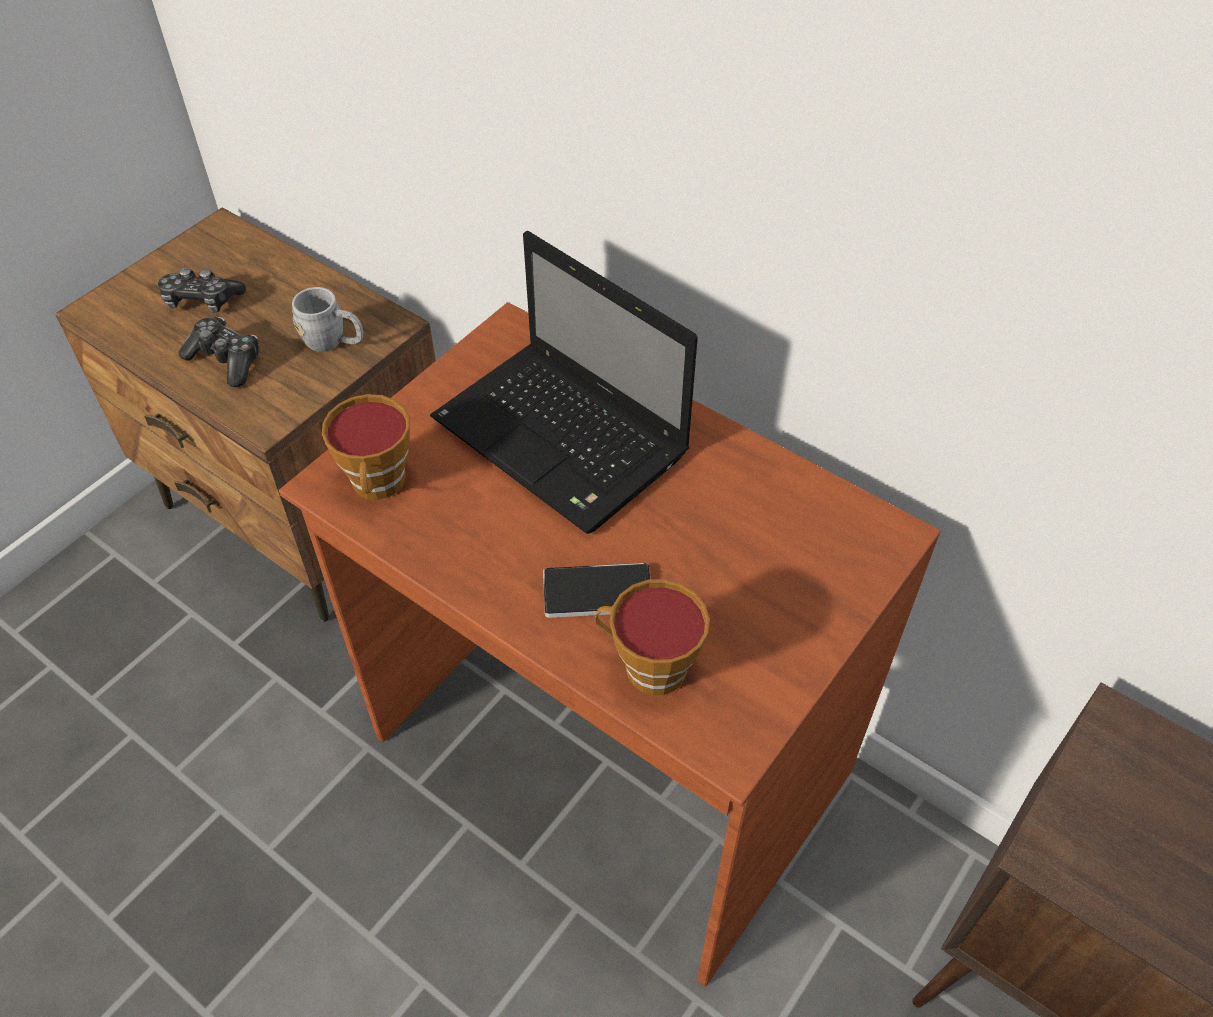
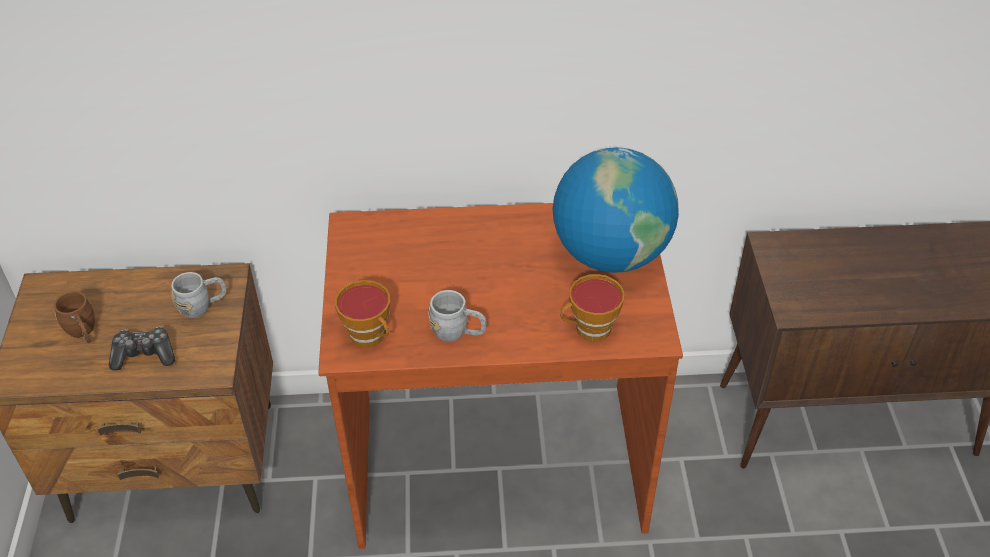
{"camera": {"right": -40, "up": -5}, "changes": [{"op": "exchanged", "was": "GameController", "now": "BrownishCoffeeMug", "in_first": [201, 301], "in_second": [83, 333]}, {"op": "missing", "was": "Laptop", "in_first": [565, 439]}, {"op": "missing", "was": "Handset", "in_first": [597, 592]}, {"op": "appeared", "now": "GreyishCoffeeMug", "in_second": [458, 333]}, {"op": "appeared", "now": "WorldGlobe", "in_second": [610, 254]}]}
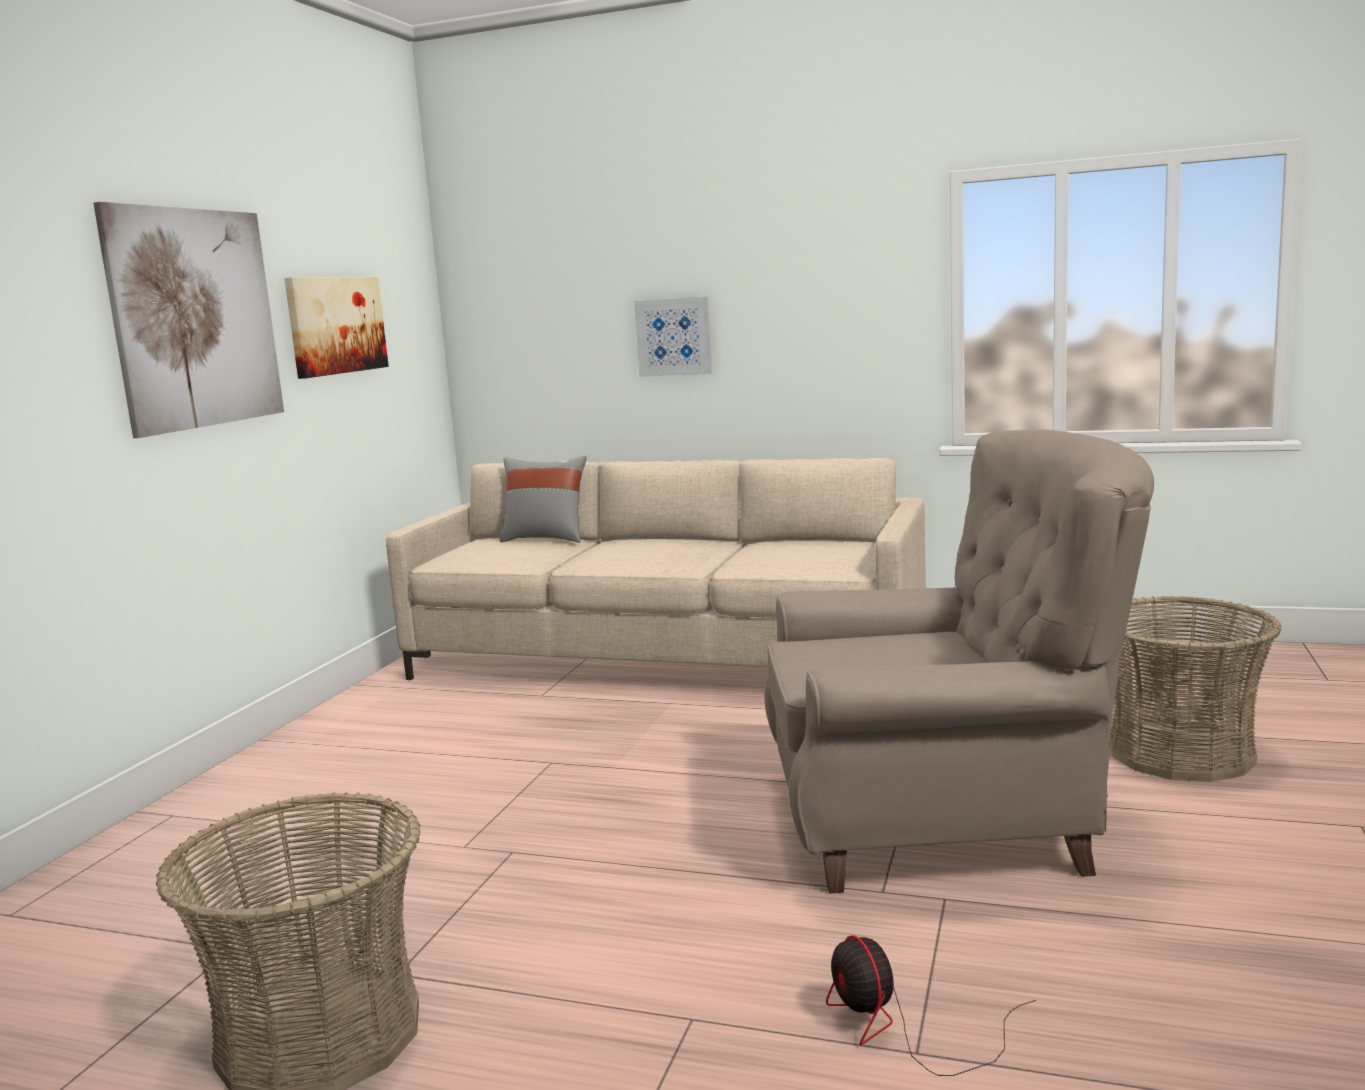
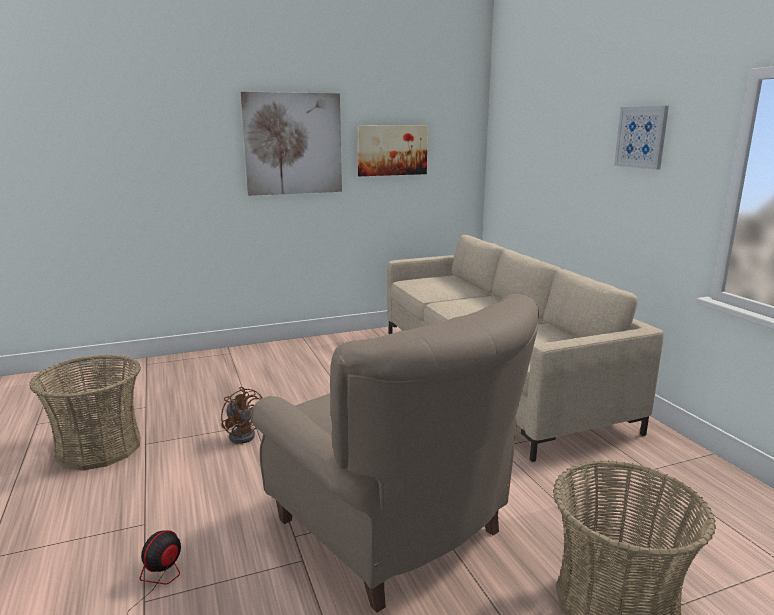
{"camera": {"right": 50, "up": 5}, "changes": [{"op": "missing", "was": "GreyishCushion", "in_first": [546, 539]}, {"op": "relocated", "was": "WallPicture", "in_first": [673, 337], "in_second": [641, 137]}, {"op": "appeared", "now": "BrownishCoolingFan", "in_second": [244, 434]}]}
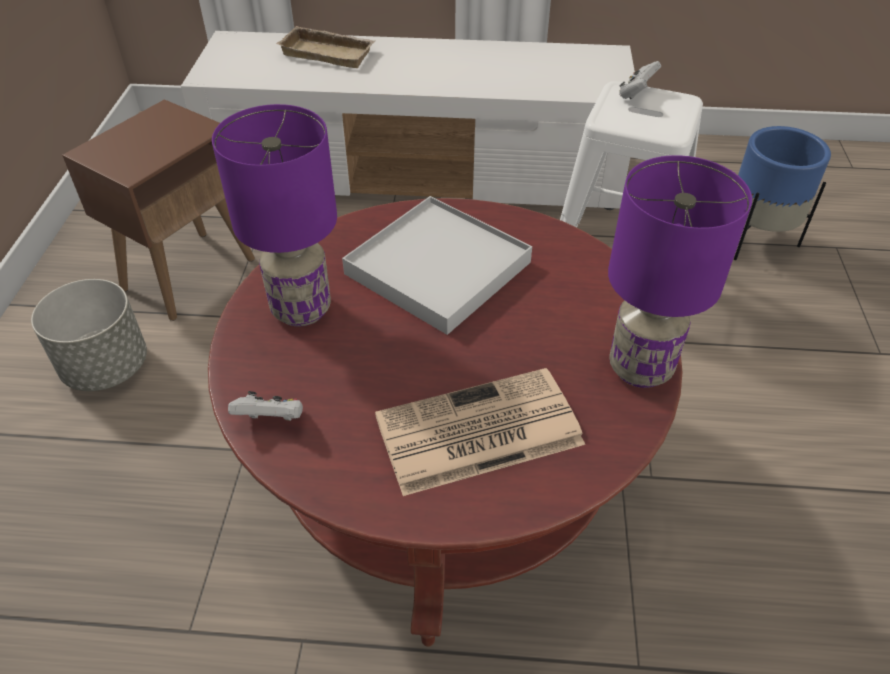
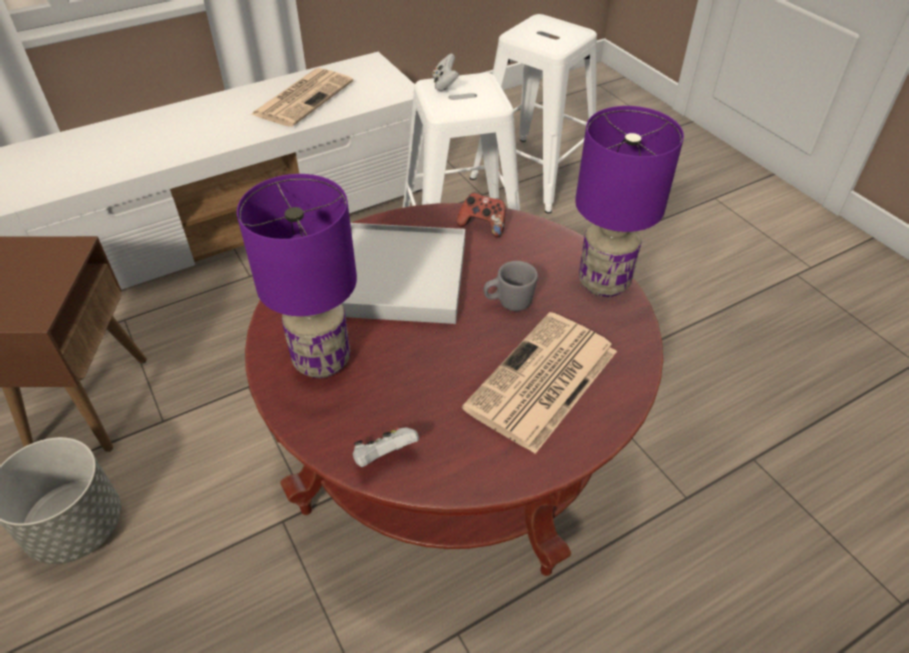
{"camera": {"right": -35, "up": 0}, "changes": [{"op": "missing", "was": "SandColouredServingTray", "in_first": [329, 52]}, {"op": "exchanged", "was": "BluePlanter", "now": "WhiteSittingStool", "in_first": [756, 240], "in_second": [536, 173]}, {"op": "appeared", "now": "PrintedPaper", "in_second": [303, 97]}, {"op": "appeared", "now": "GameController", "in_second": [483, 225]}, {"op": "appeared", "now": "GreyishCoffeeMug", "in_second": [508, 303]}]}
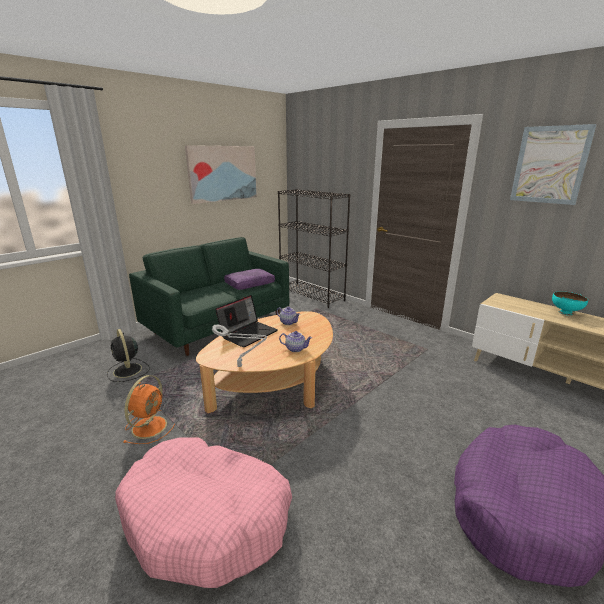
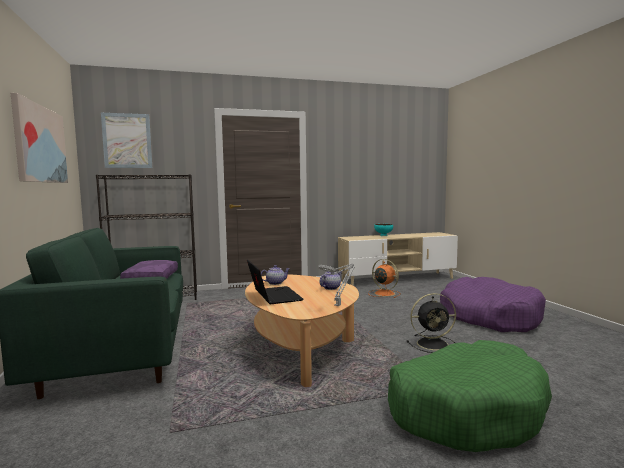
{"camera": {"right": -60, "up": -15}, "changes": [{"op": "relocated", "was": "BlackColouredCoolingFan", "in_first": [128, 371], "in_second": [434, 344]}, {"op": "colour", "was": "PinkishDogCushion", "now": "GreenishDogCushion", "in_first": [207, 518], "in_second": [465, 409]}, {"op": "relocated", "was": "OrangeColouredCoolingFan", "in_first": [150, 426], "in_second": [383, 293]}, {"op": "relocated", "was": "WallPicture", "in_first": [550, 165], "in_second": [127, 141]}]}
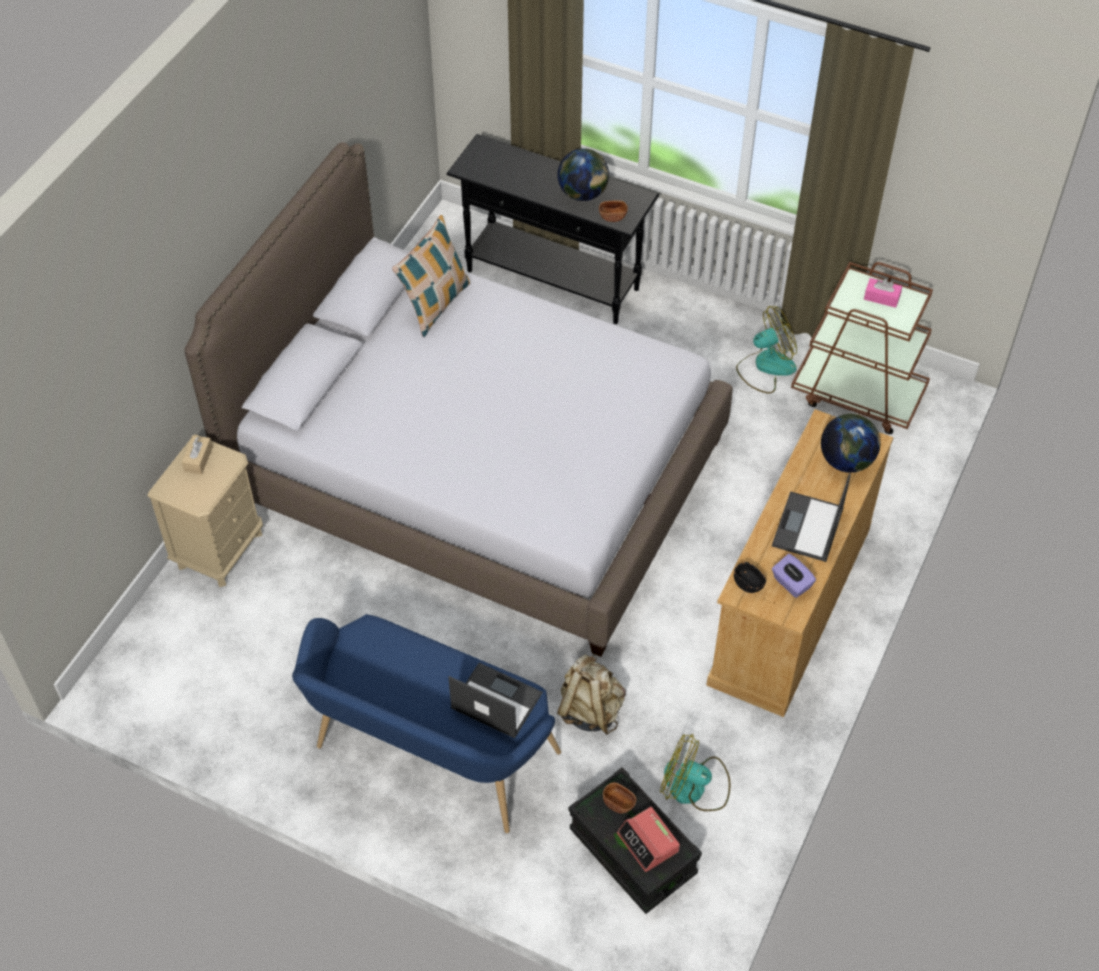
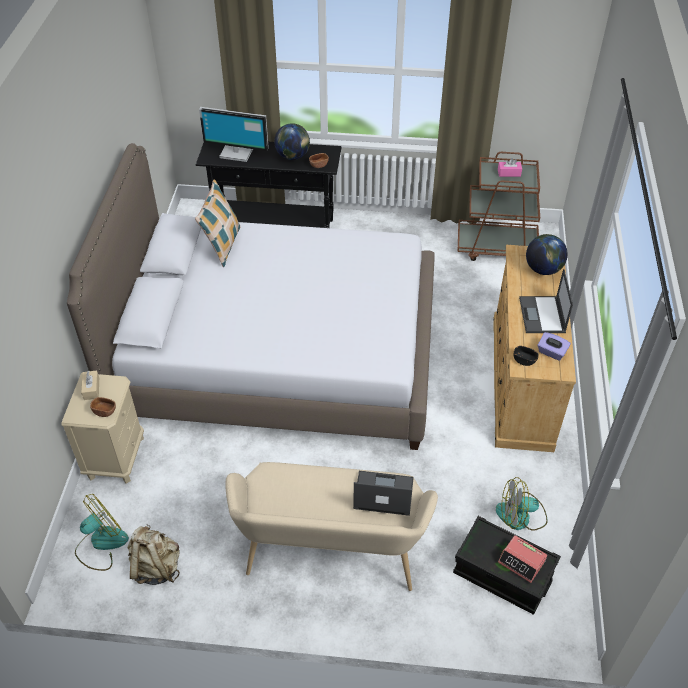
{"camera": {"right": -20, "up": -5}, "changes": [{"op": "colour", "was": "BlueIndoorBench", "now": "SandColouredIndoorBench", "in_first": [429, 756], "in_second": [331, 555]}, {"op": "relocated", "was": "SandColouredKnapsack", "in_first": [590, 710], "in_second": [156, 567]}, {"op": "relocated", "was": "BrownishServingBowl", "in_first": [619, 803], "in_second": [104, 411]}, {"op": "relocated", "was": "CoolingFan", "in_first": [765, 367], "in_second": [101, 544]}, {"op": "appeared", "now": "ComputerScreen", "in_second": [236, 153]}]}
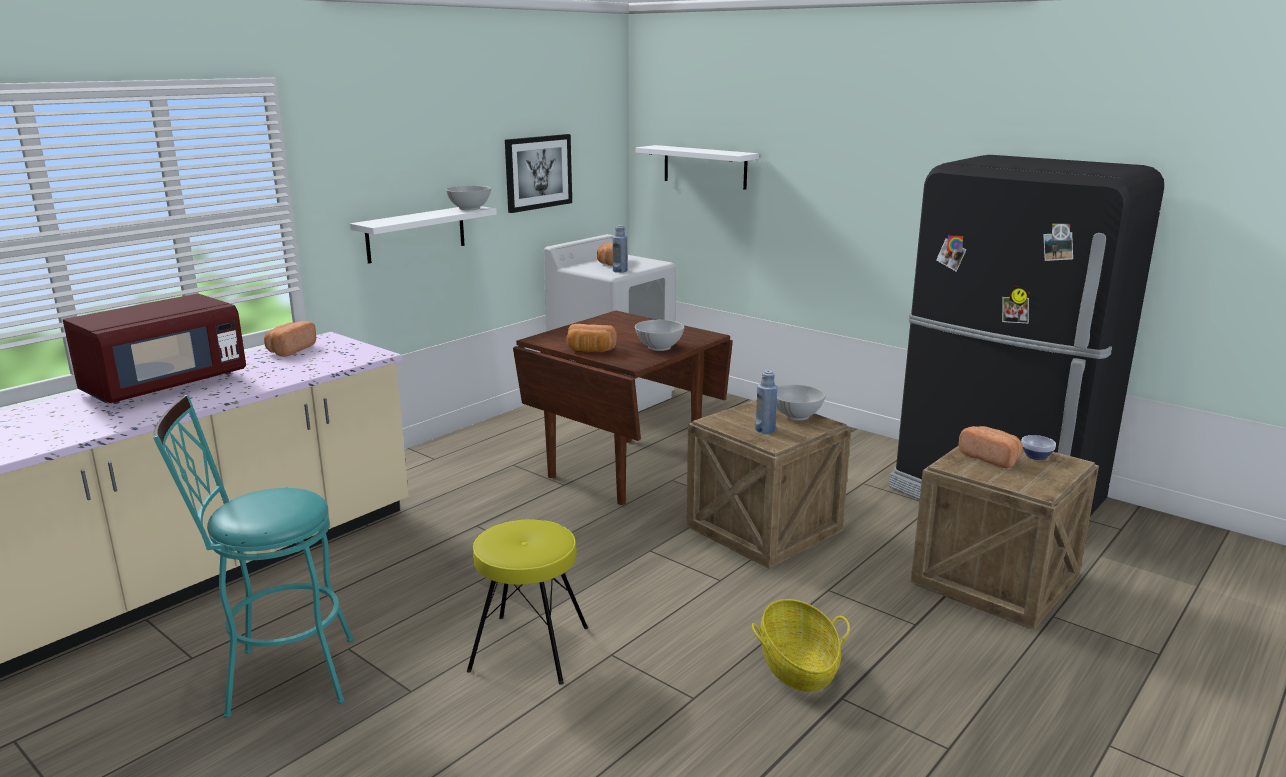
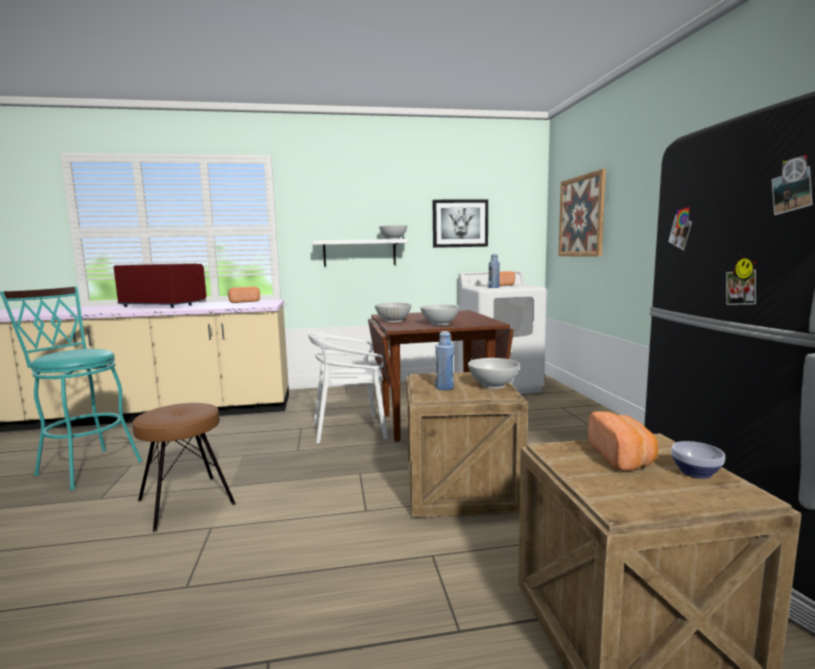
{"camera": {"right": 40, "up": -10}, "changes": [{"op": "spun", "was": "ReddishKitchenMicrowave", "in_first": [165, 385], "in_second": [162, 305], "clockwise": -150}, {"op": "colour", "was": "YellowishSittingStool", "now": "BrownishSittingStool", "in_first": [529, 648], "in_second": [186, 501]}, {"op": "exchanged", "was": "Bread", "now": "WhiteServingBowl", "in_first": [590, 350], "in_second": [393, 321]}, {"op": "exchanged", "was": "WhiteShelf", "now": "WallPicture", "in_first": [705, 167], "in_second": [581, 216]}, {"op": "missing", "was": "StorageBasket", "in_first": [797, 666]}, {"op": "appeared", "now": "WhiteUprightChair", "in_second": [350, 430]}]}
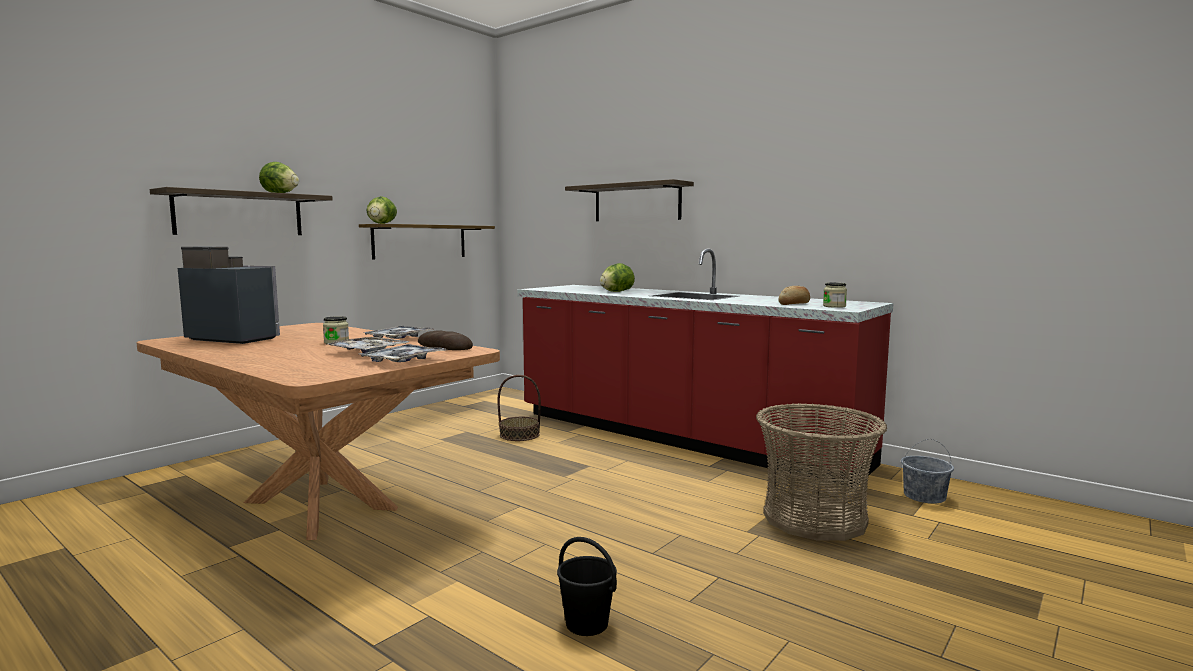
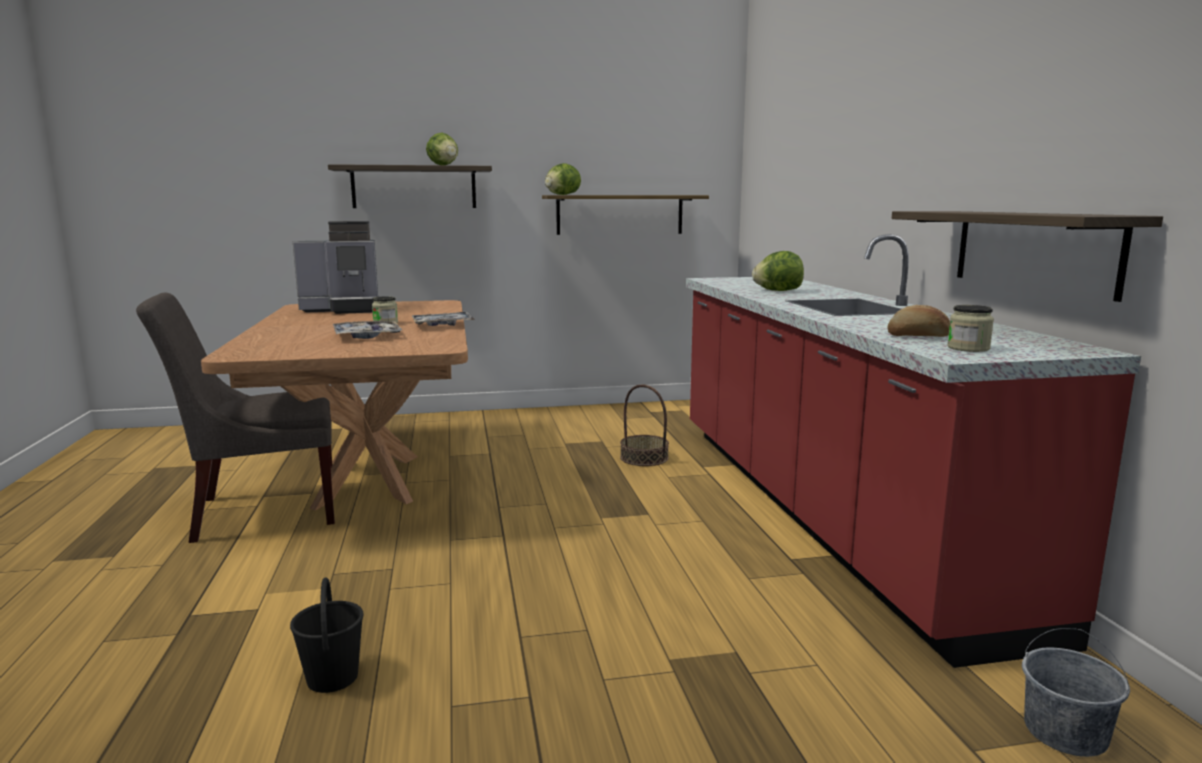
{"camera": {"right": 40, "up": 5}, "changes": [{"op": "spun", "was": "CoffeeMachine", "in_first": [234, 338], "in_second": [344, 309], "clockwise": 105}, {"op": "missing", "was": "ServingTray", "in_first": [403, 361]}, {"op": "missing", "was": "Bread", "in_first": [444, 347]}, {"op": "relocated", "was": "Shelf", "in_first": [637, 203], "in_second": [1033, 250]}, {"op": "missing", "was": "StorageBasket", "in_first": [815, 518]}, {"op": "appeared", "now": "GreyishUprightChair", "in_second": [259, 511]}]}
